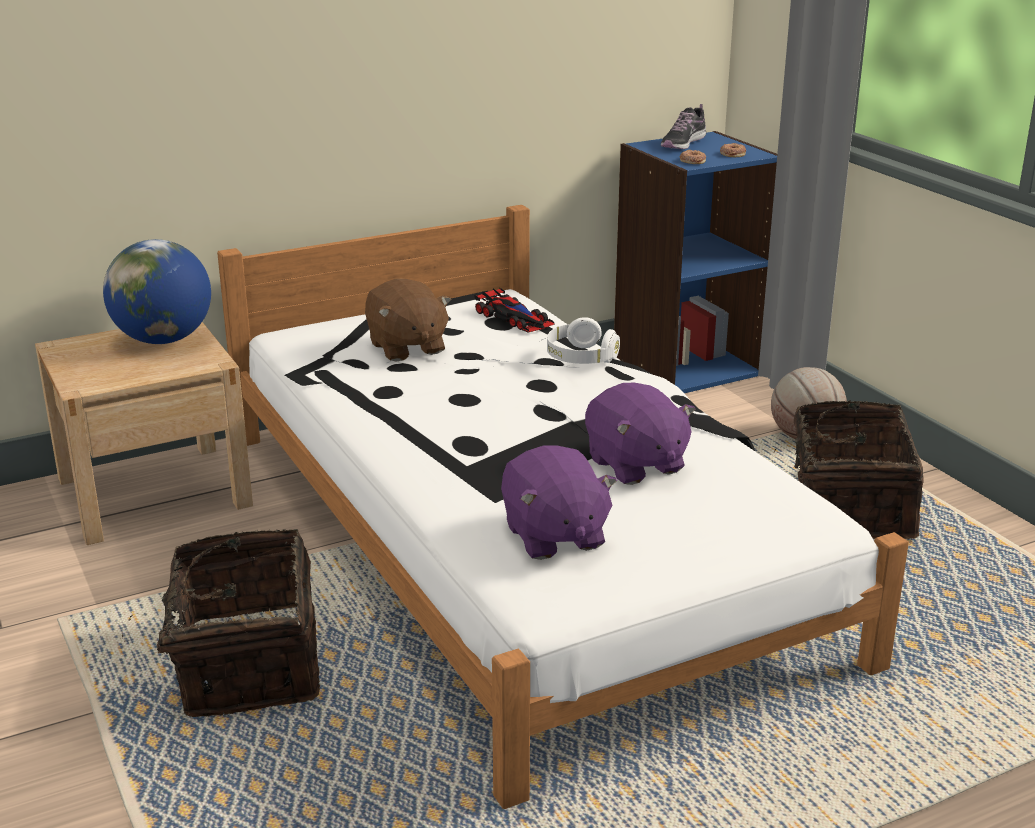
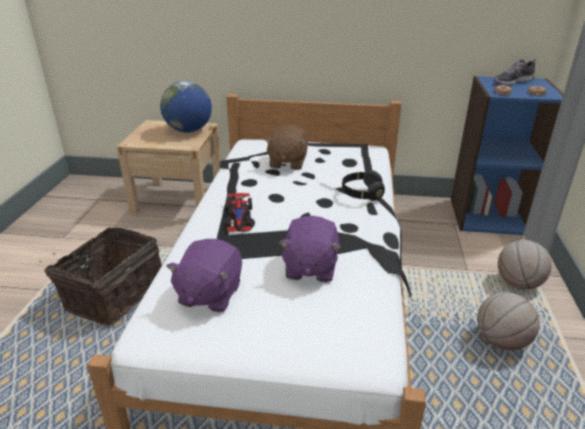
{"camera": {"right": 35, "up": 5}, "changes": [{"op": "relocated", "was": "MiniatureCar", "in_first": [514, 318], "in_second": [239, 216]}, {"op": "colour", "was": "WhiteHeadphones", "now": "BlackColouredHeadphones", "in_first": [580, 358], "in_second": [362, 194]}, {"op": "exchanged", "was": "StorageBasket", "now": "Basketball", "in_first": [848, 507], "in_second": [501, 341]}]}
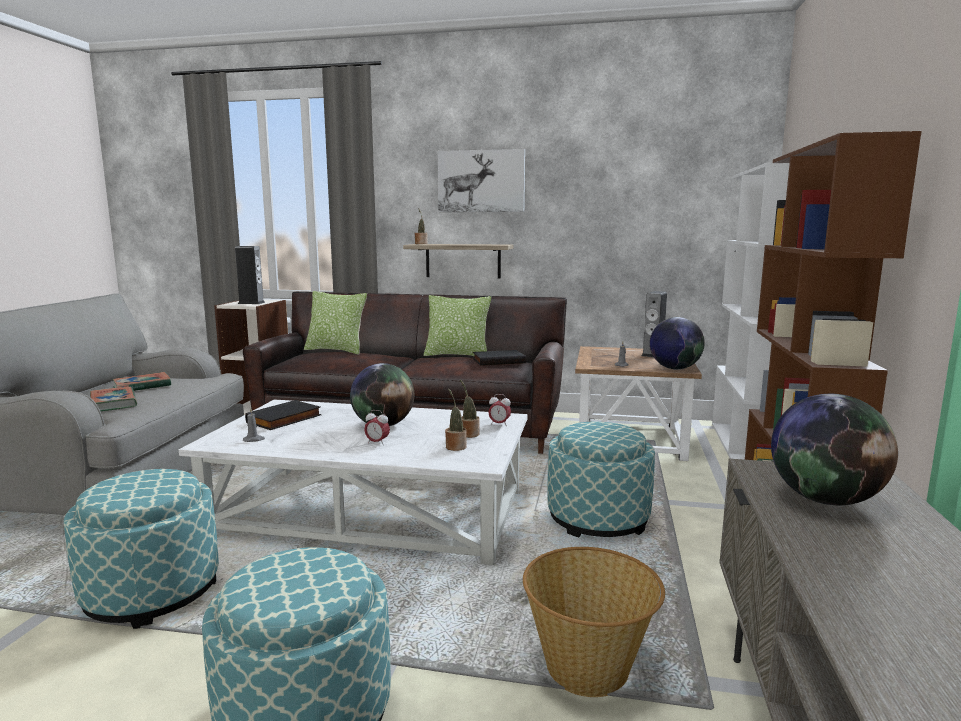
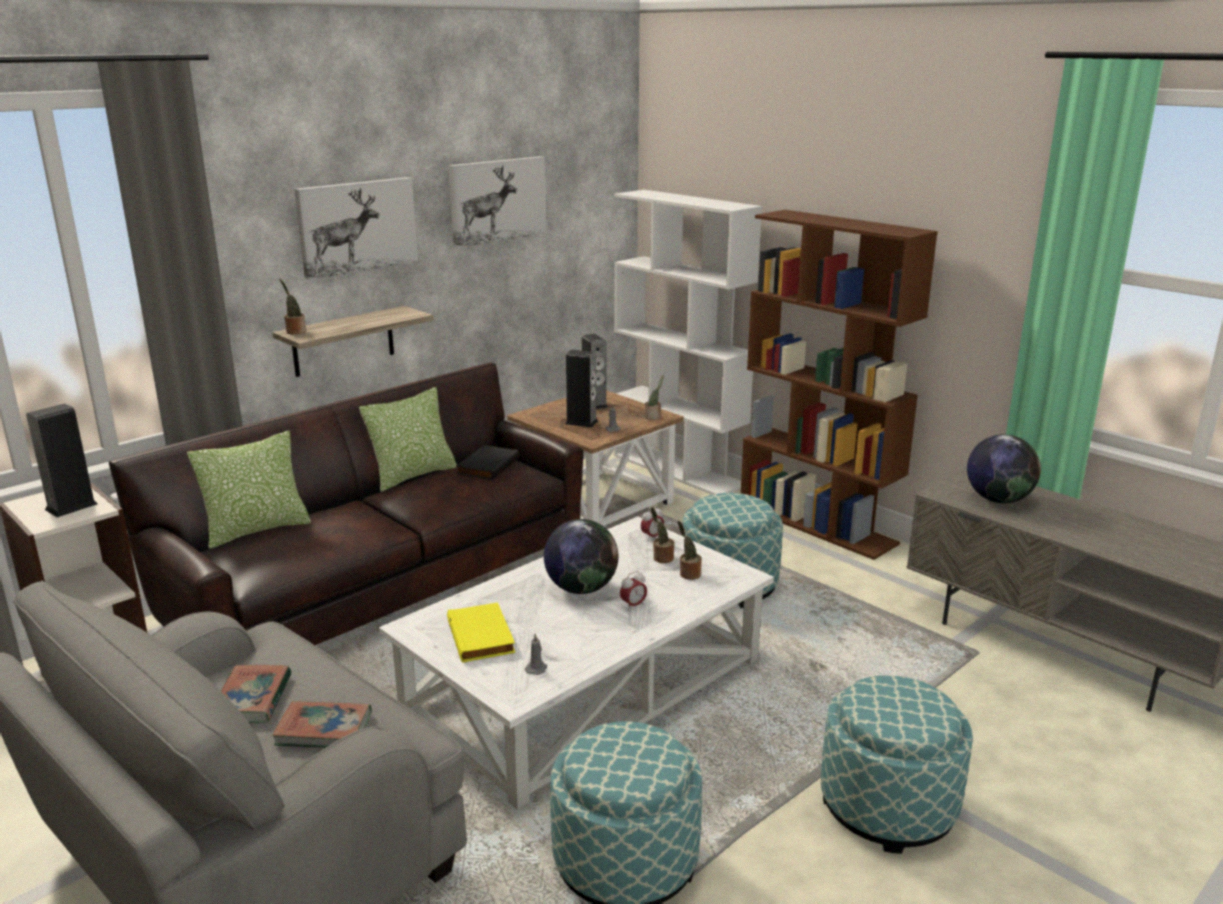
{"camera": {"right": -55, "up": 10}, "changes": [{"op": "colour", "was": "BlackColouredBoundBook", "now": "YellowishBoundBook", "in_first": [284, 419], "in_second": [482, 636]}, {"op": "missing", "was": "StorageBasket", "in_first": [588, 668]}, {"op": "exchanged", "was": "WorldGlobe", "now": "PottedPlant", "in_first": [674, 368], "in_second": [653, 417]}, {"op": "appeared", "now": "WallPicture", "in_second": [497, 200]}, {"op": "appeared", "now": "Speaker", "in_second": [581, 422]}]}
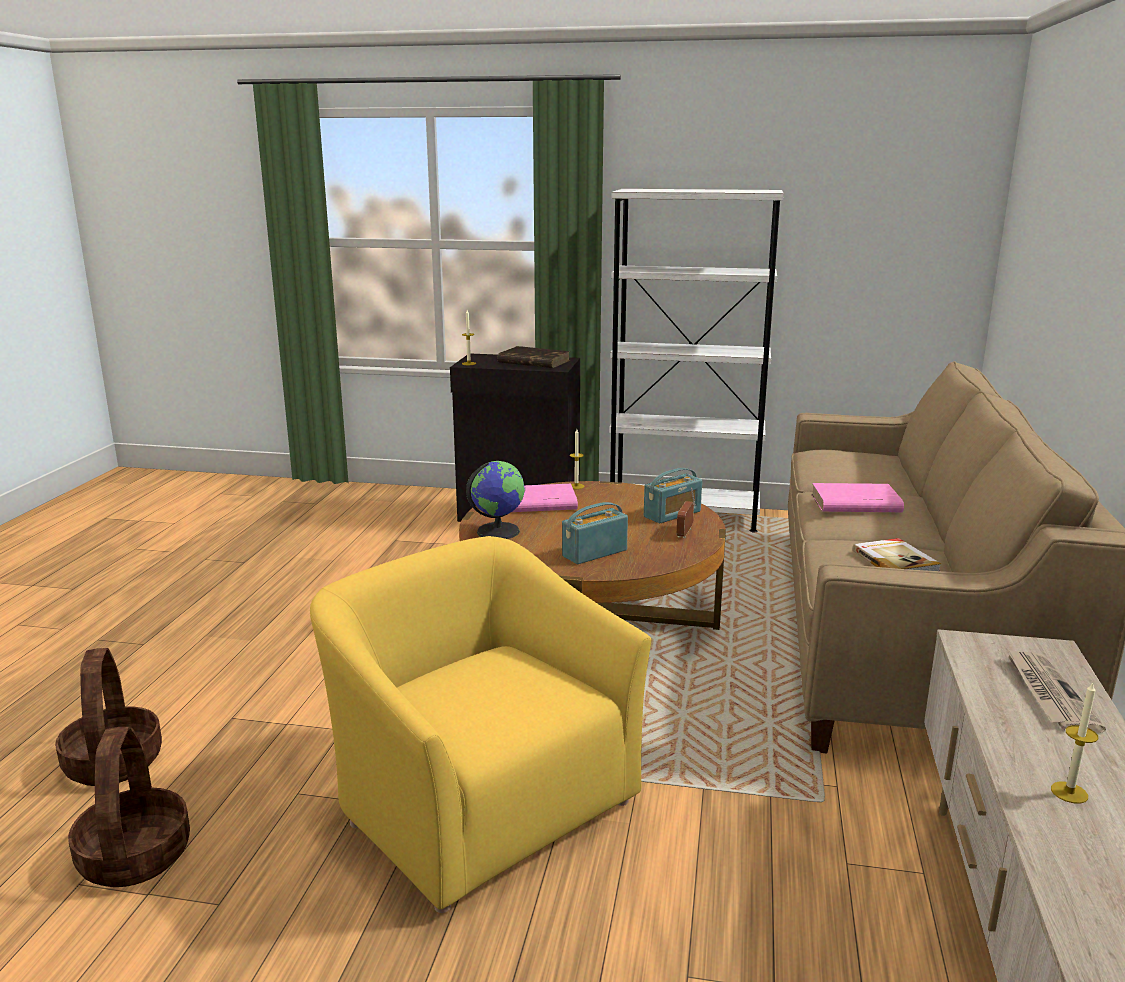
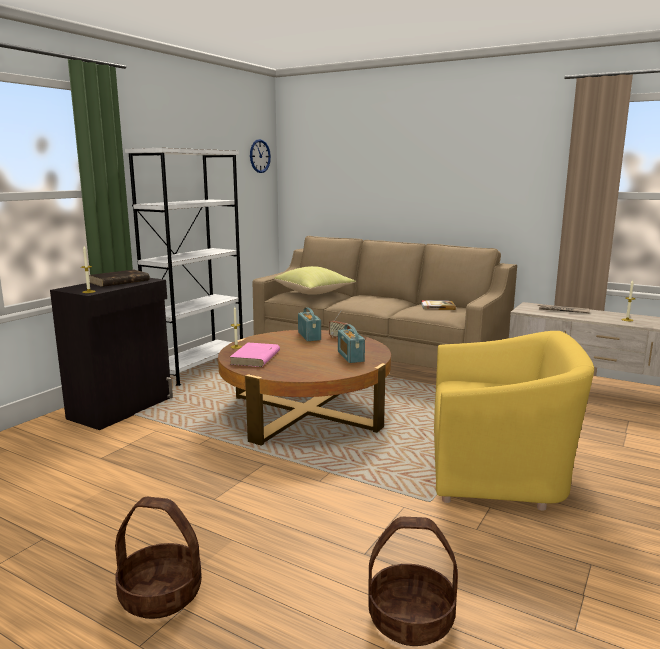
{"camera": {"right": -70, "up": -5}, "changes": [{"op": "relocated", "was": "StorageBasket", "in_first": [135, 856], "in_second": [161, 594]}, {"op": "spun", "was": "YellowishLoungeChair", "in_first": [480, 802], "in_second": [498, 471], "clockwise": -150}, {"op": "missing", "was": "WorldGlobe", "in_first": [497, 531]}, {"op": "missing", "was": "PinkishBoundBook", "in_first": [854, 504]}, {"op": "appeared", "now": "HangingClock", "in_second": [259, 156]}, {"op": "appeared", "now": "YellowishCushion", "in_second": [314, 293]}]}
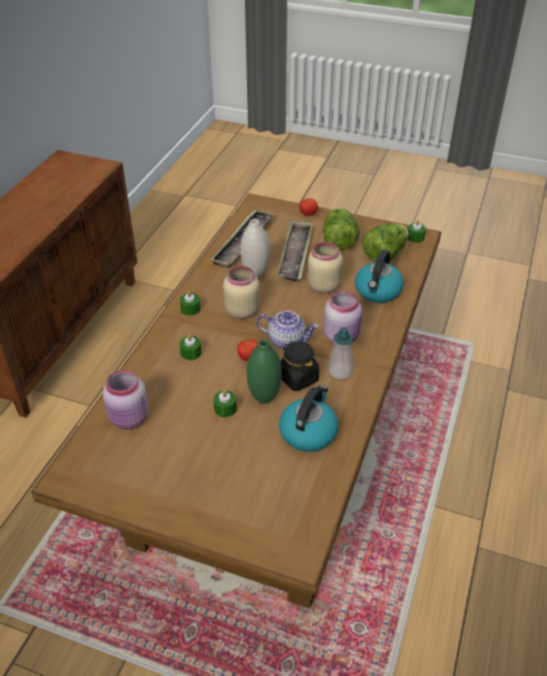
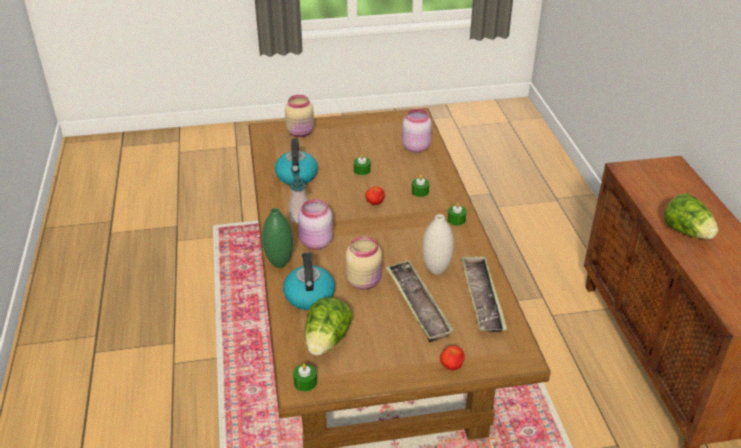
{"camera": {"right": 150, "up": -5}, "changes": [{"op": "relocated", "was": "SandColouredStorageJar", "in_first": [241, 310], "in_second": [301, 132]}, {"op": "relocated", "was": "GreenishVase", "in_first": [264, 397], "in_second": [279, 263]}, {"op": "missing", "was": "Teapot", "in_first": [287, 341]}, {"op": "missing", "was": "BlackColouredStorageJar", "in_first": [298, 378]}, {"op": "relocated", "was": "HeadOfLettuce", "in_first": [338, 241], "in_second": [686, 232]}]}
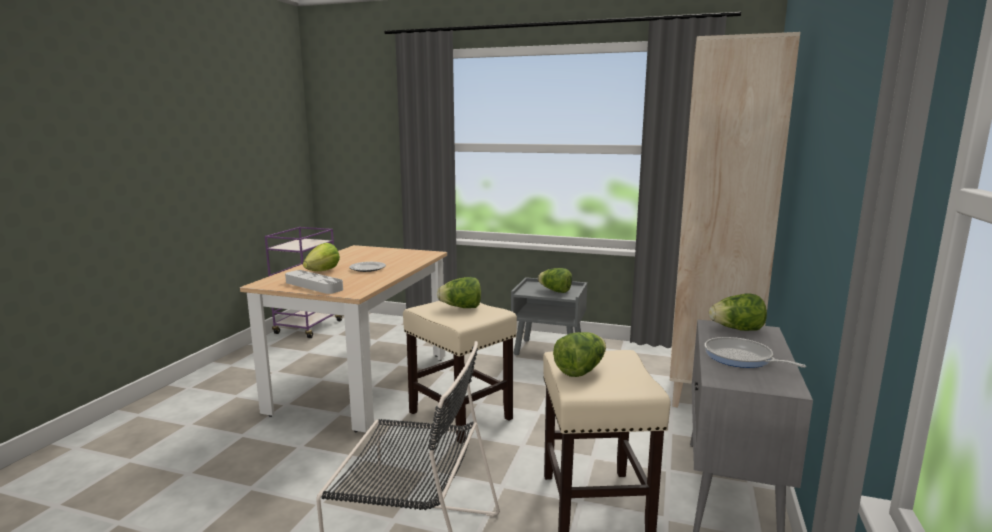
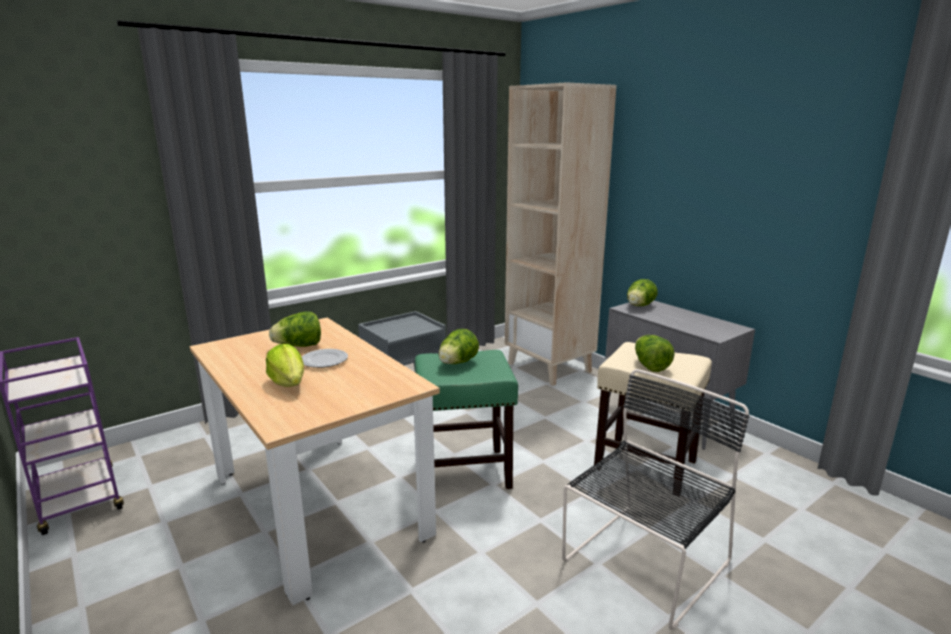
{"camera": {"right": -55, "up": 5}, "changes": [{"op": "missing", "was": "GreyishServingTray", "in_first": [314, 286]}, {"op": "colour", "was": "SandColouredSittingStool", "now": "GreenishSittingStool", "in_first": [461, 416], "in_second": [465, 471]}, {"op": "relocated", "was": "HeadOfLettuce", "in_first": [555, 291], "in_second": [299, 346]}, {"op": "missing", "was": "Pan", "in_first": [741, 358]}]}
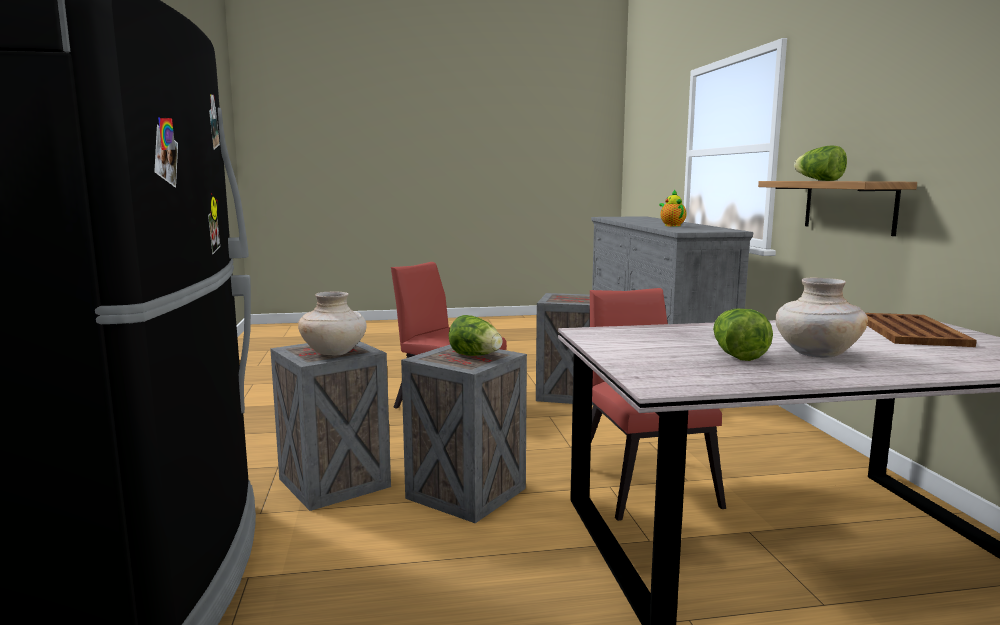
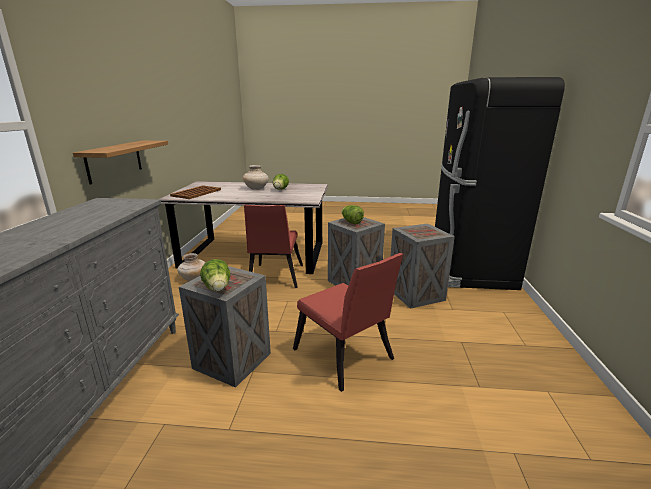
{"camera": {"right": -165, "up": 10}, "changes": [{"op": "relocated", "was": "SandColouredVase", "in_first": [334, 353], "in_second": [193, 279]}, {"op": "missing", "was": "Teapot", "in_first": [671, 225]}, {"op": "relocated", "was": "HeadOfLettuce", "in_first": [819, 180], "in_second": [218, 289]}]}
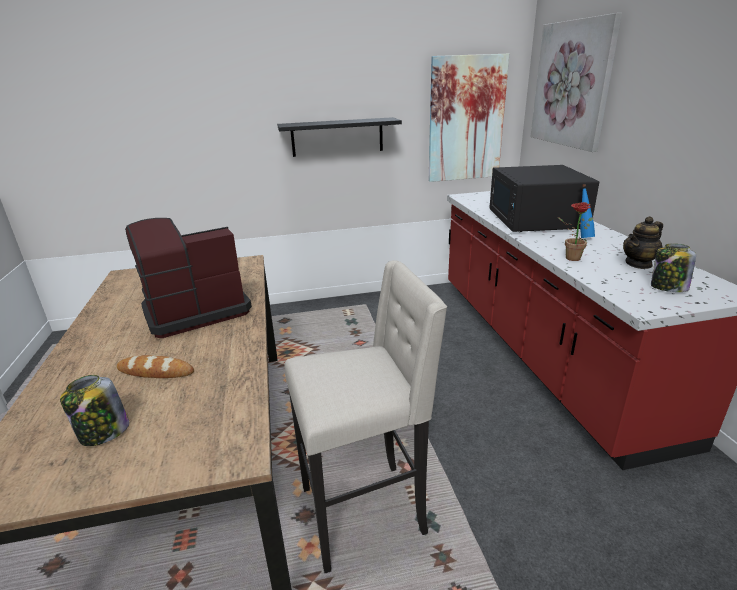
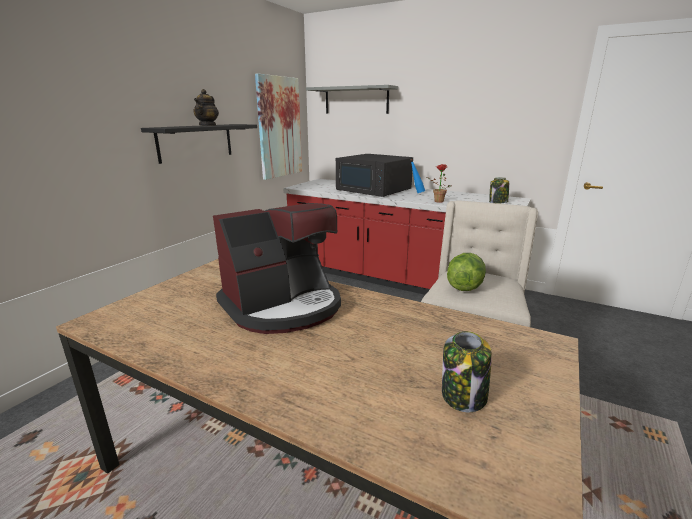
{"camera": {"right": -50, "up": -5}, "changes": [{"op": "missing", "was": "Bread", "in_first": [156, 371]}, {"op": "spun", "was": "CoffeeMachine", "in_first": [195, 311], "in_second": [283, 306], "clockwise": -135}, {"op": "exchanged", "was": "WallPicture", "now": "GreyishShelf", "in_first": [571, 84], "in_second": [356, 100]}, {"op": "relocated", "was": "Teapot", "in_first": [639, 264], "in_second": [208, 125]}, {"op": "appeared", "now": "HeadOfLettuce", "in_second": [464, 287]}]}
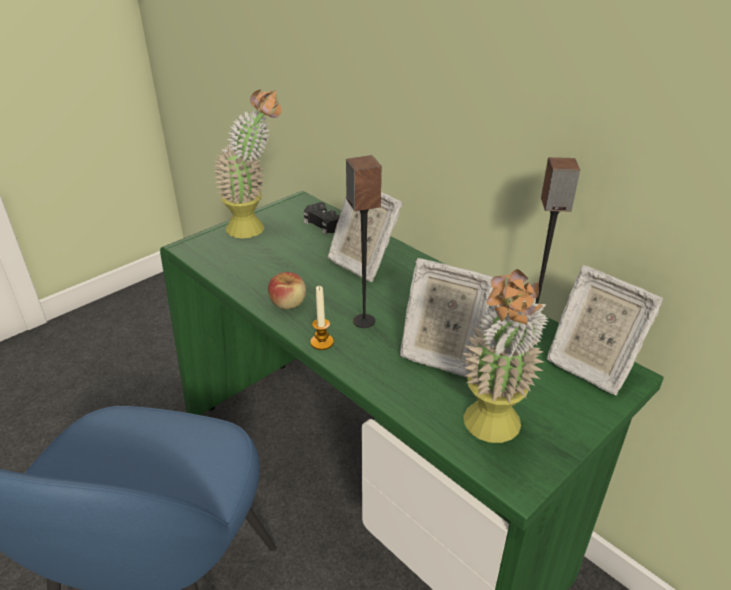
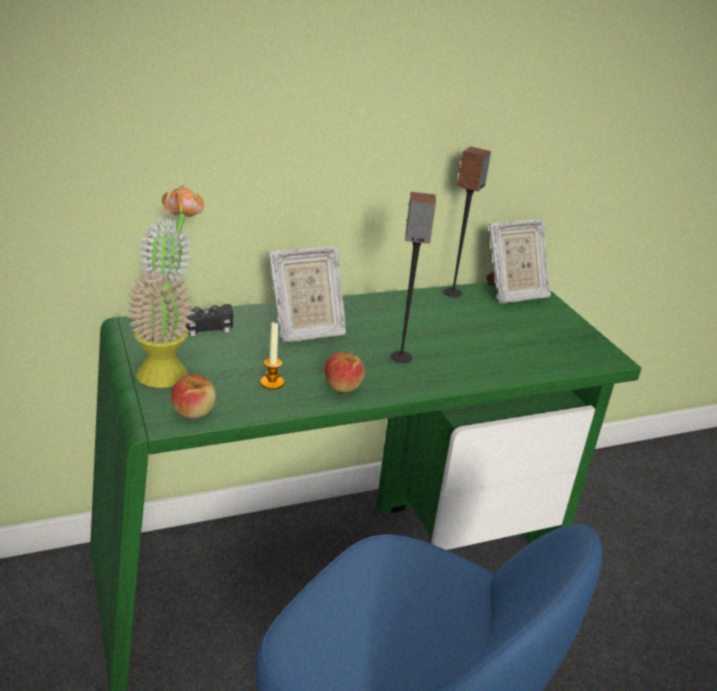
{"camera": {"right": -70, "up": -5}, "changes": [{"op": "relocated", "was": "WaxLight", "in_first": [322, 342], "in_second": [272, 383]}, {"op": "missing", "was": "PictureFrame", "in_first": [440, 353]}, {"op": "missing", "was": "PottedPlant", "in_first": [491, 433]}, {"op": "appeared", "now": "WholeApple", "in_second": [194, 411]}]}
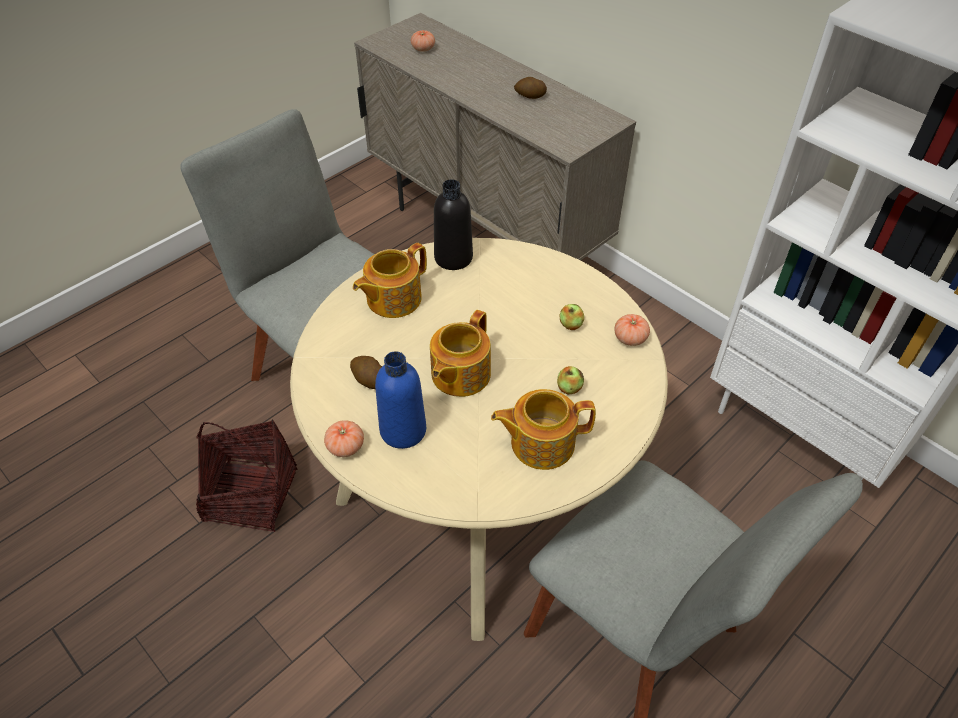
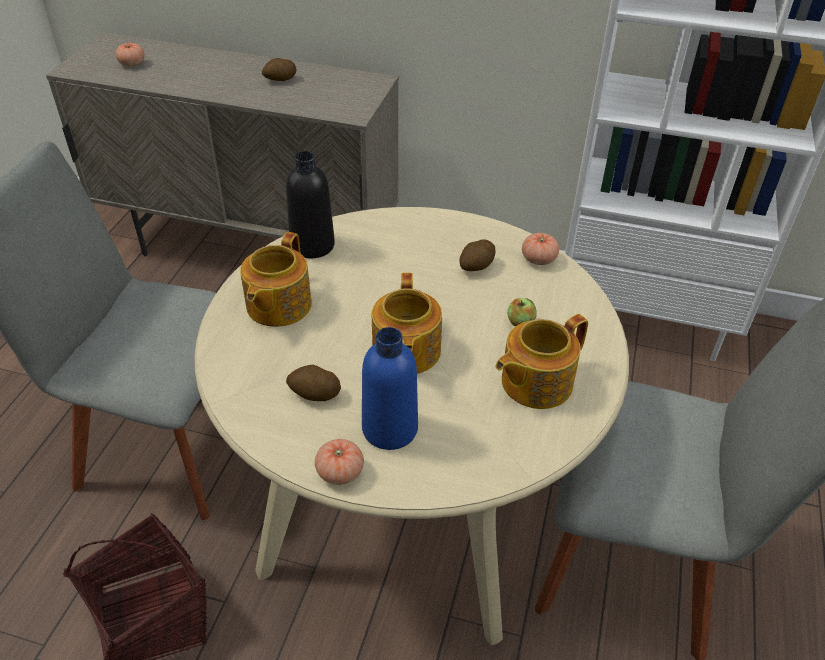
{"camera": {"right": -30, "up": -5}, "changes": [{"op": "exchanged", "was": "WholeApple", "now": "Potato", "in_first": [570, 325], "in_second": [476, 266]}]}
